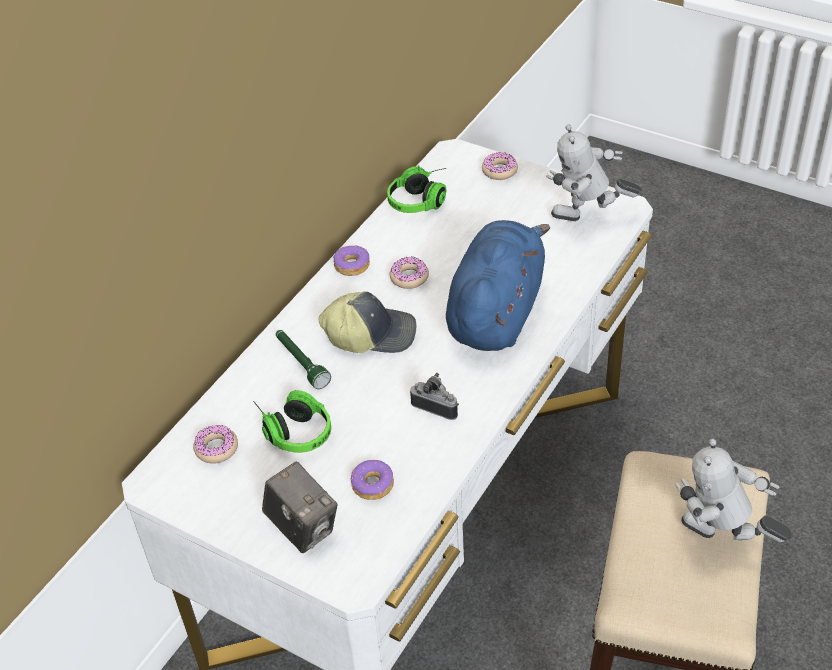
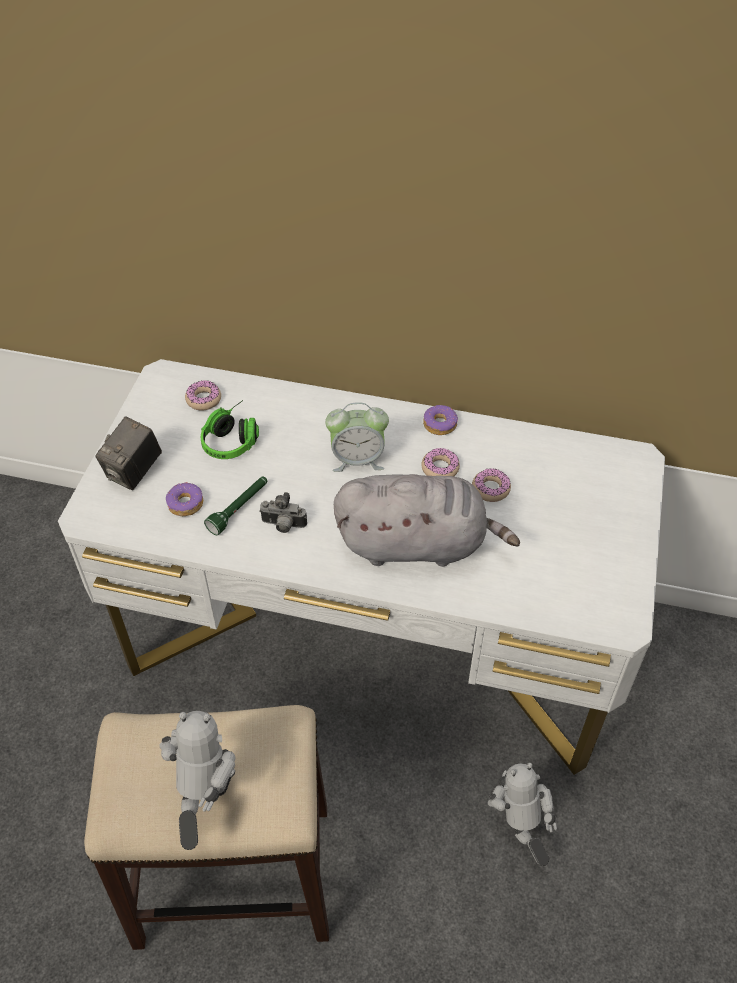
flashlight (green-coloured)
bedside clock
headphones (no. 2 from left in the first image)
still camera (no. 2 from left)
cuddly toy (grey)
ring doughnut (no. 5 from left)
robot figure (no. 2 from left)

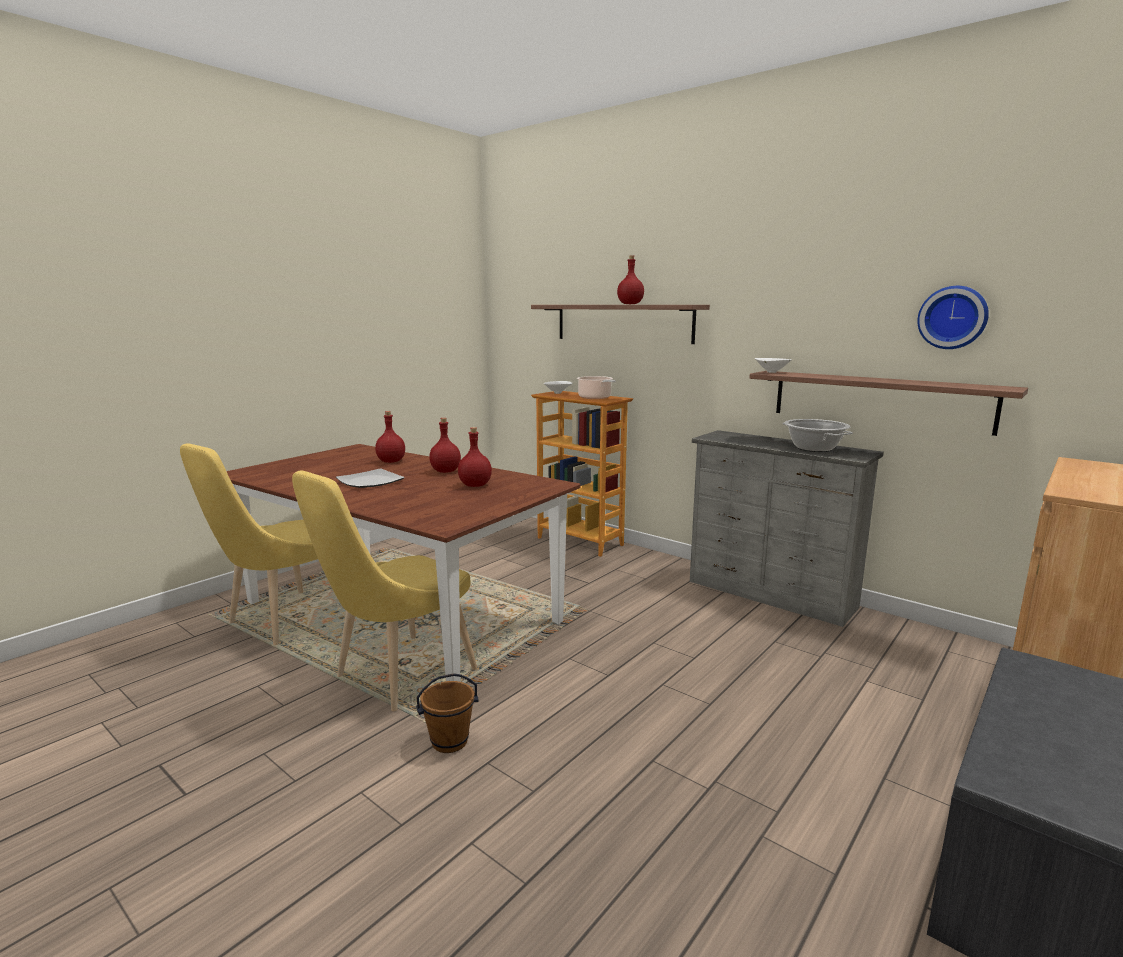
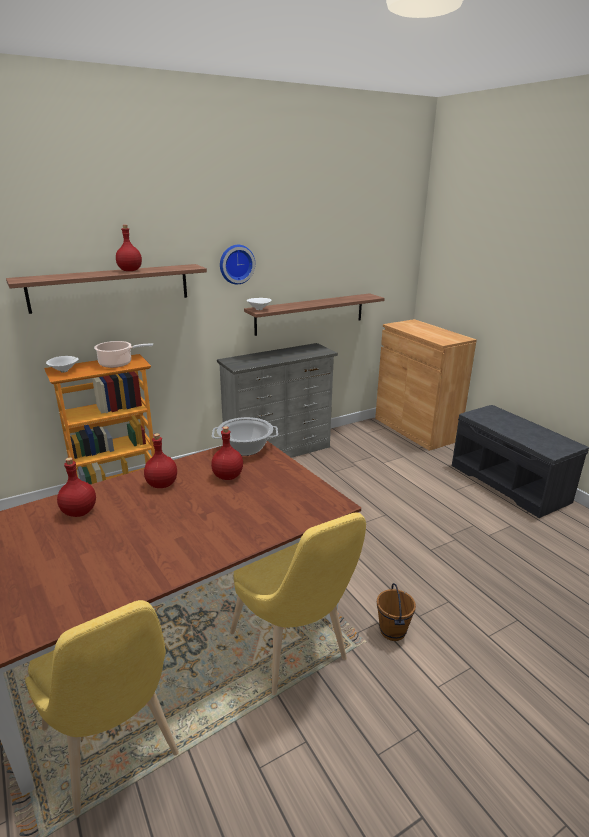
plate
cooking pot (no. 2 from left)
hanging clock

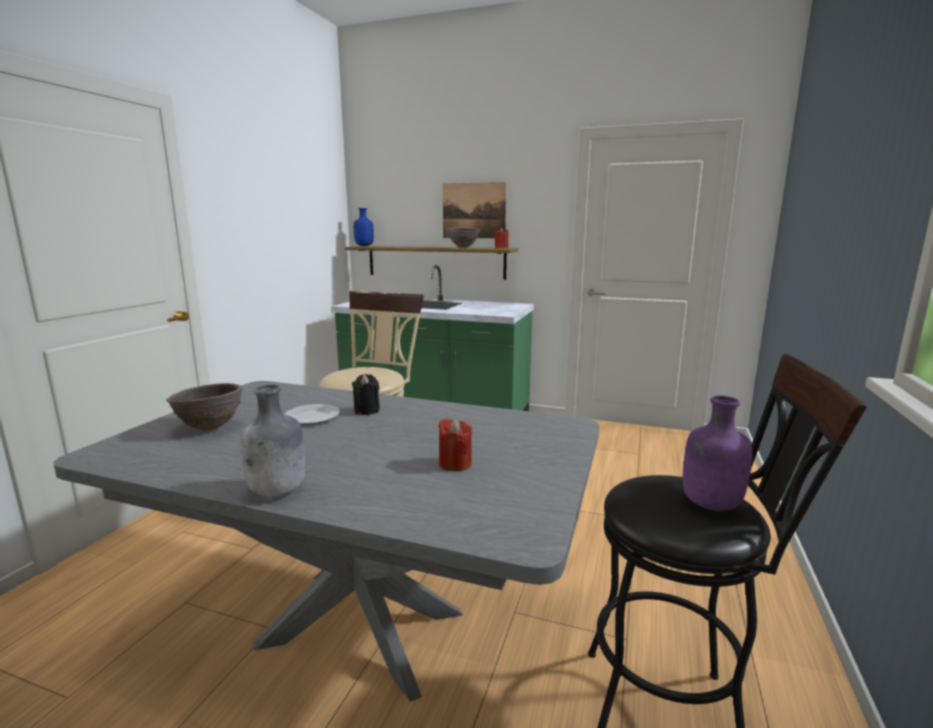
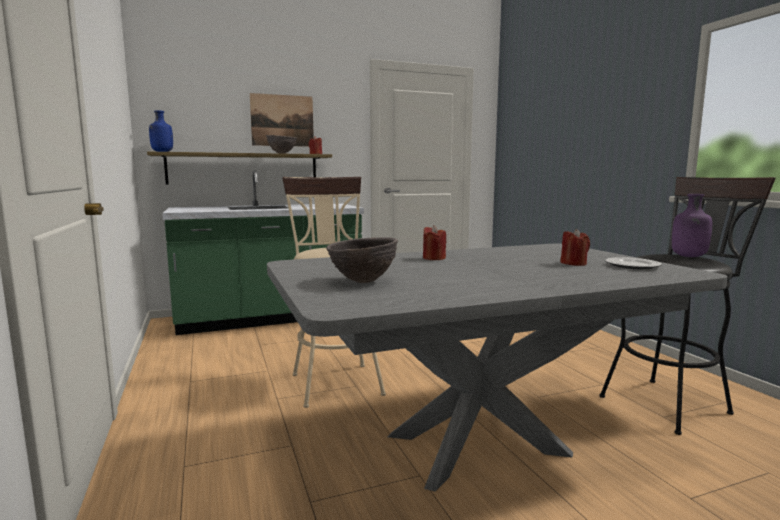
beverage bottle (grey)
plate
wax candle (red) (no. 2 from left)

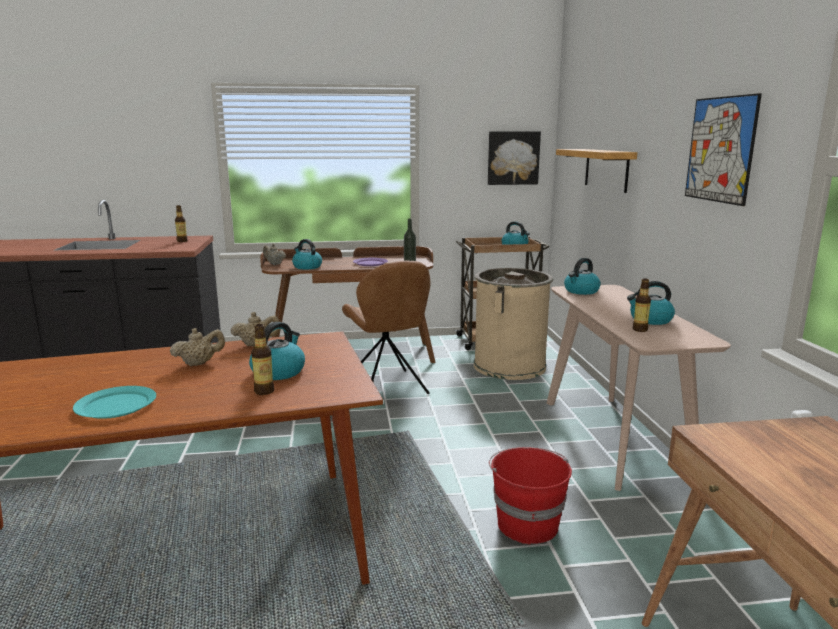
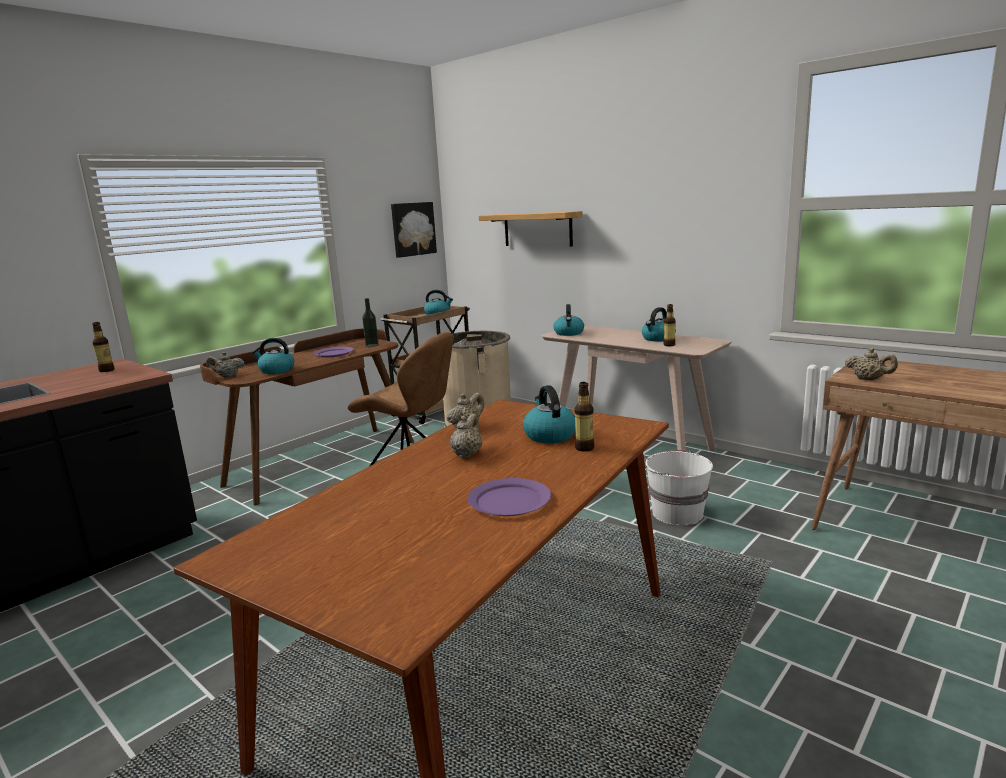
plate (purple) (no. 2 from left)
water bucket (white)
wall picture (no. 2 from left in the first image)
teapot (sand-coloured) (no. 4 from left)

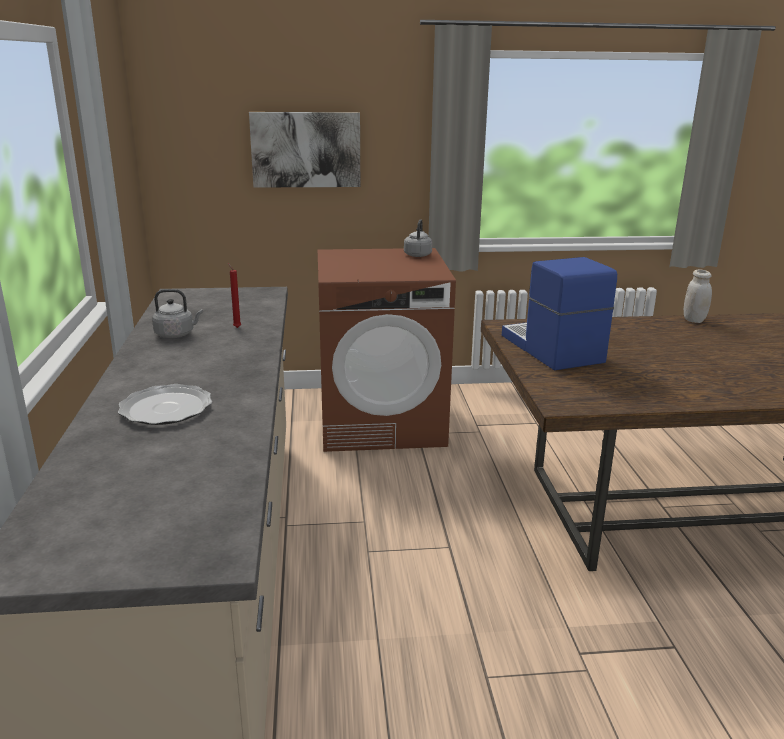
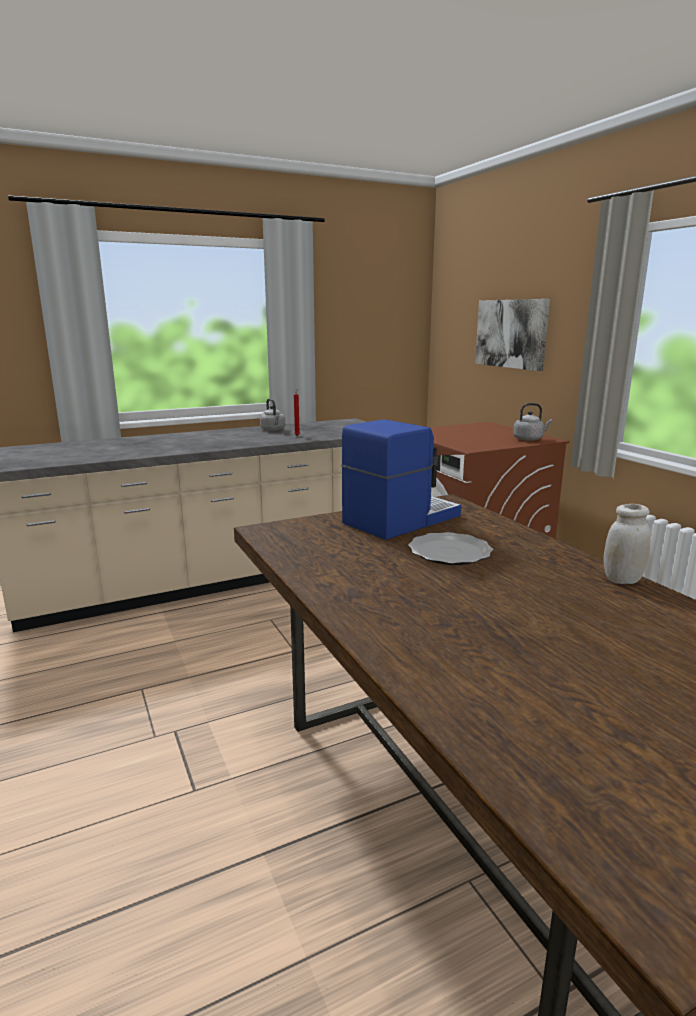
plate

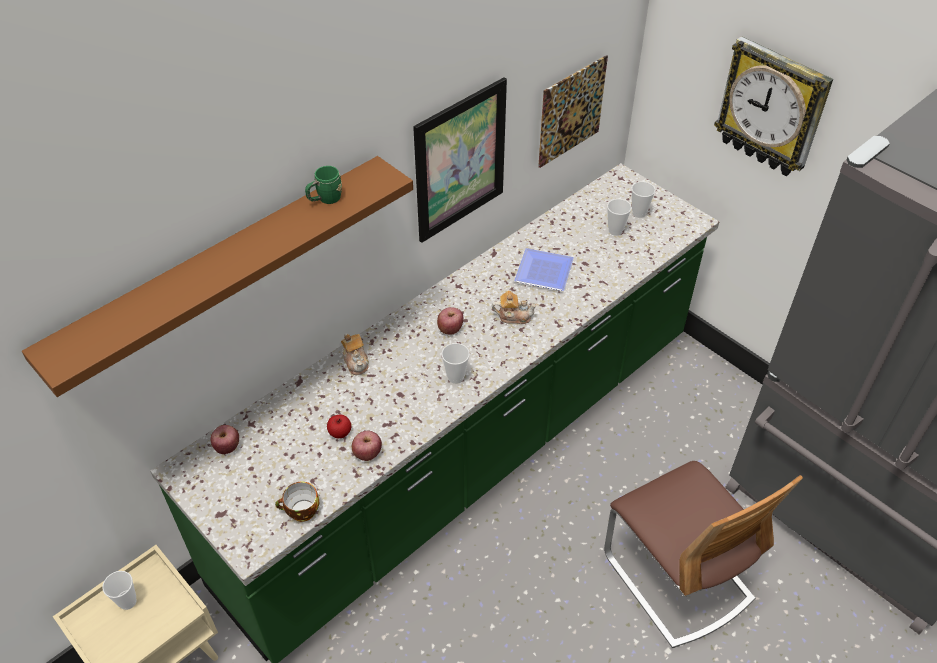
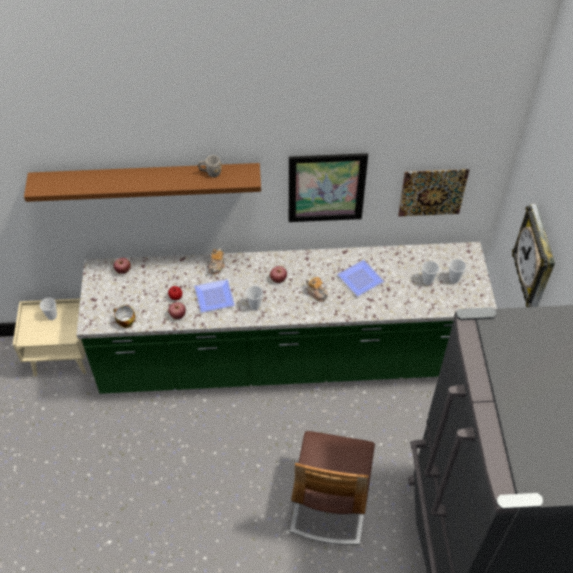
coffee mug (grey)
plate (no. 1 from left)

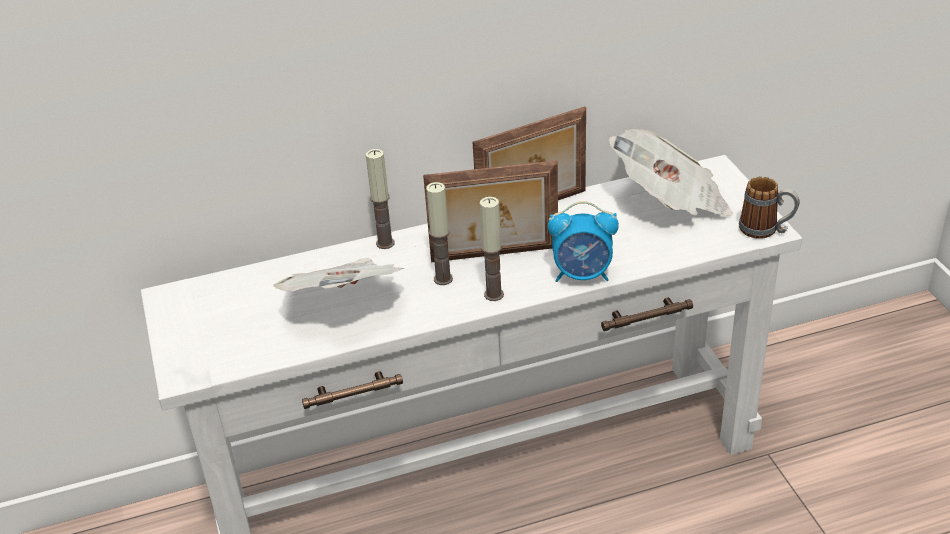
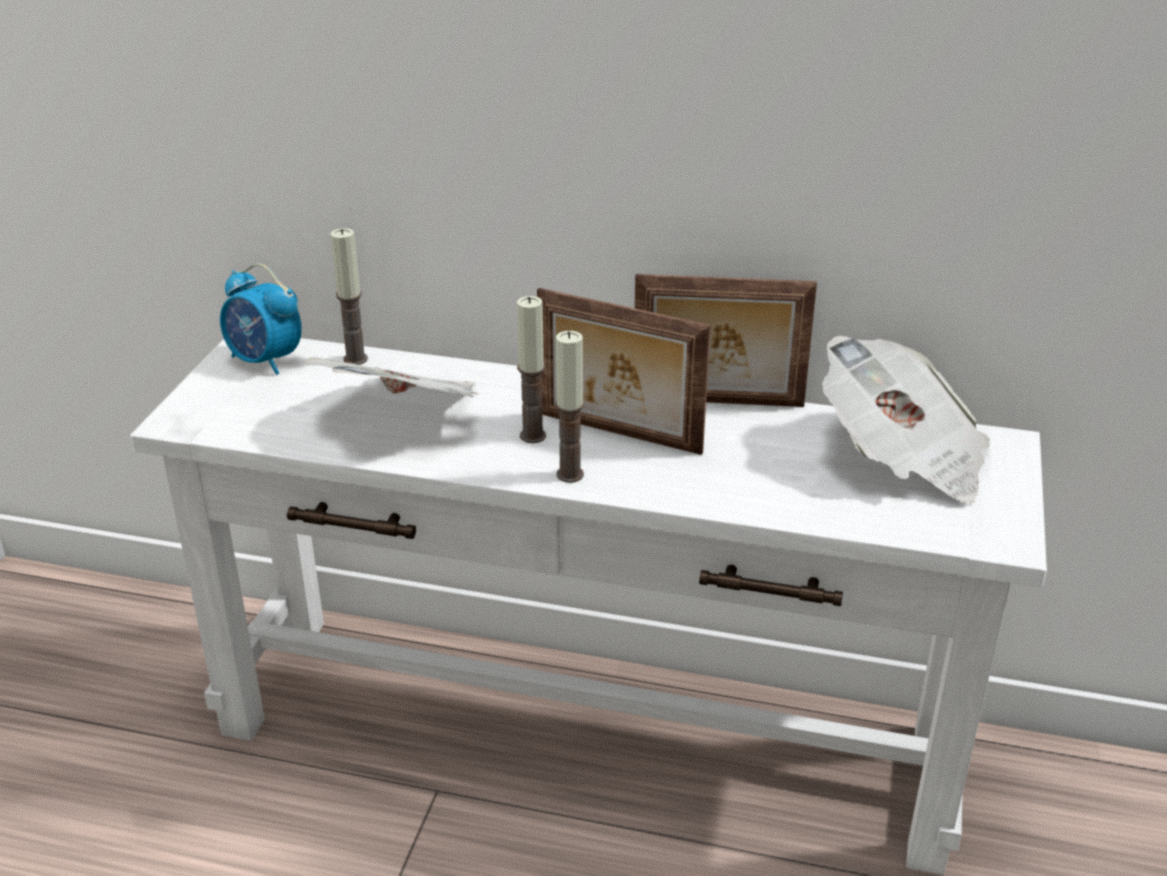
wax candle (no. 1 from left)
bedside clock
coffee mug

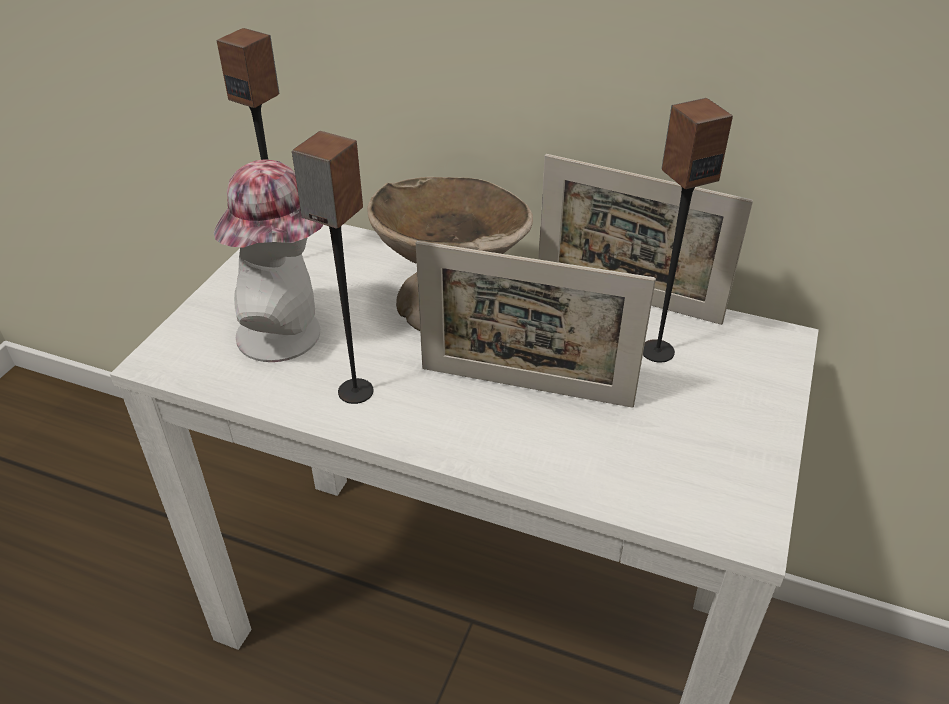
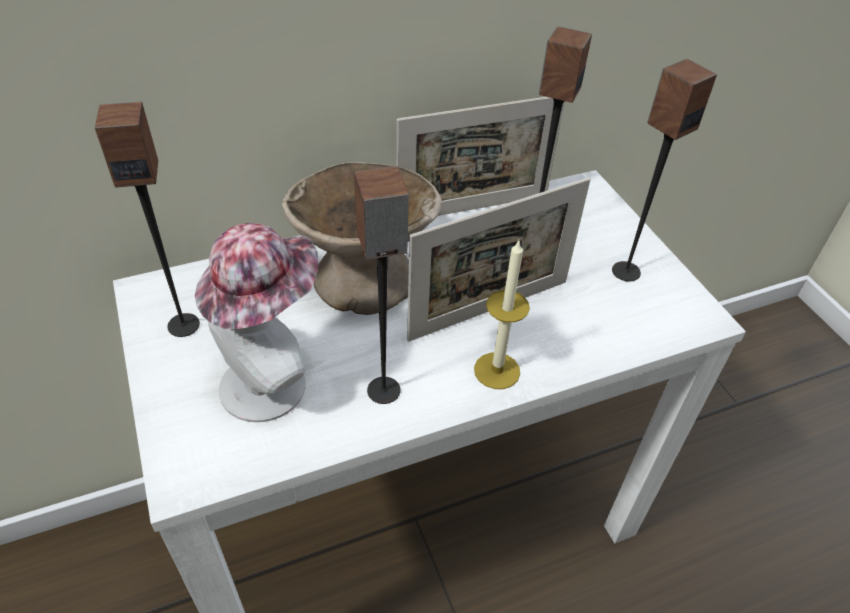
wax candle
audio speaker (no. 4 from left)

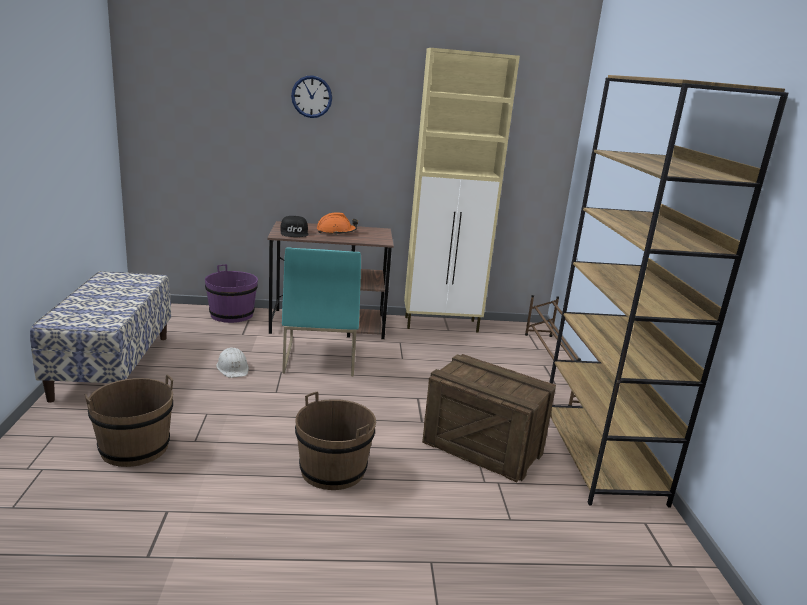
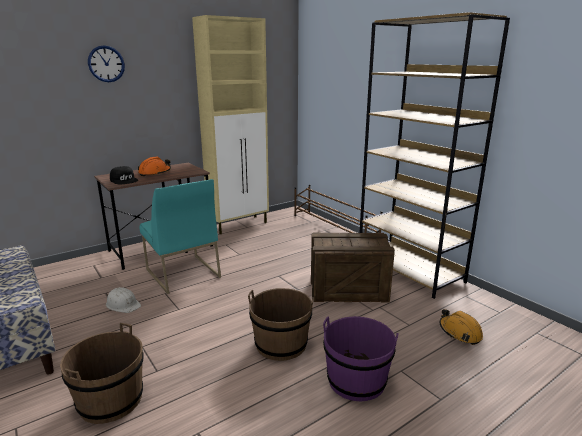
water bucket (purple)
safety helmet (orange-coloured) (no. 2 from left)

